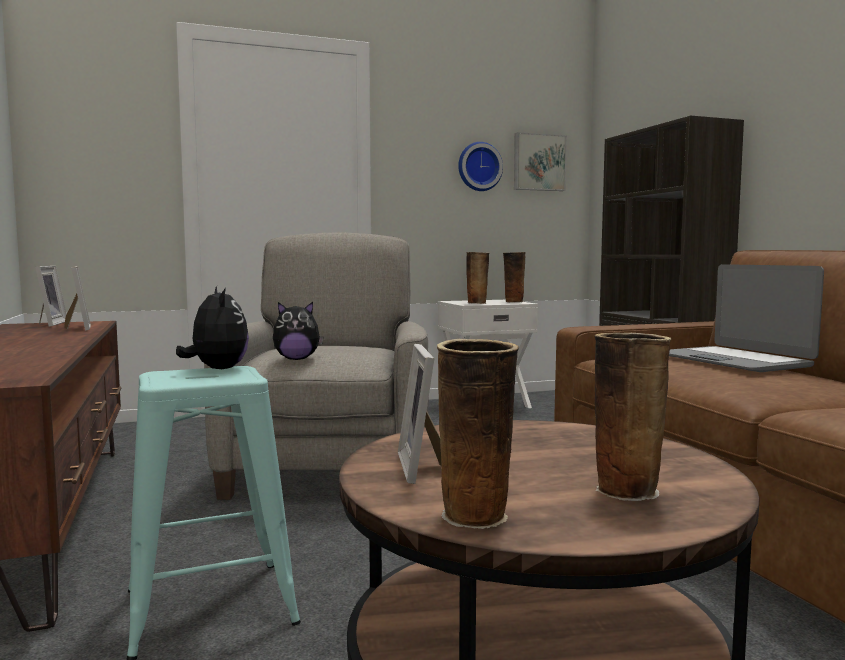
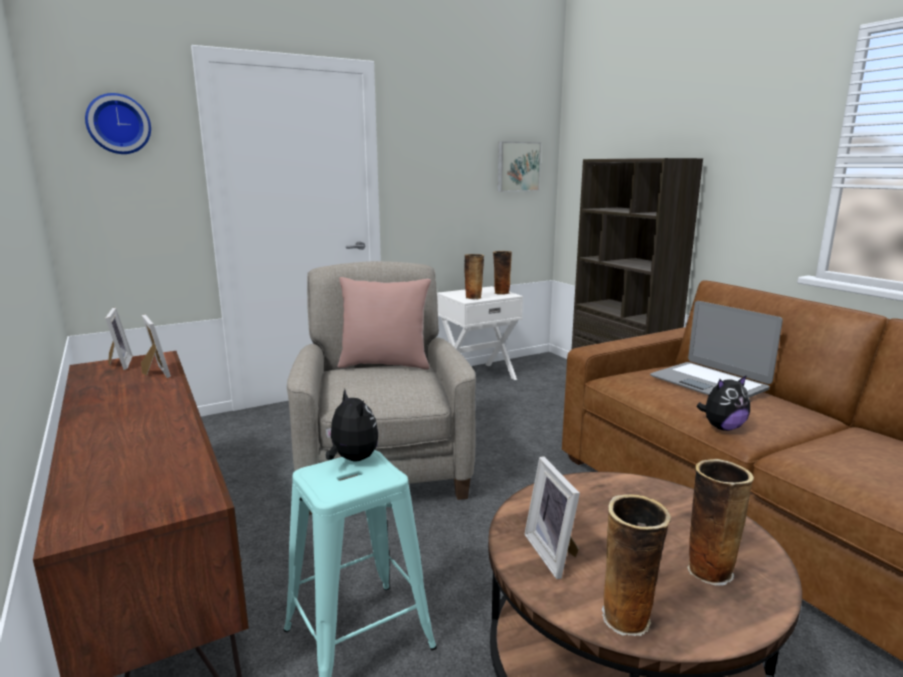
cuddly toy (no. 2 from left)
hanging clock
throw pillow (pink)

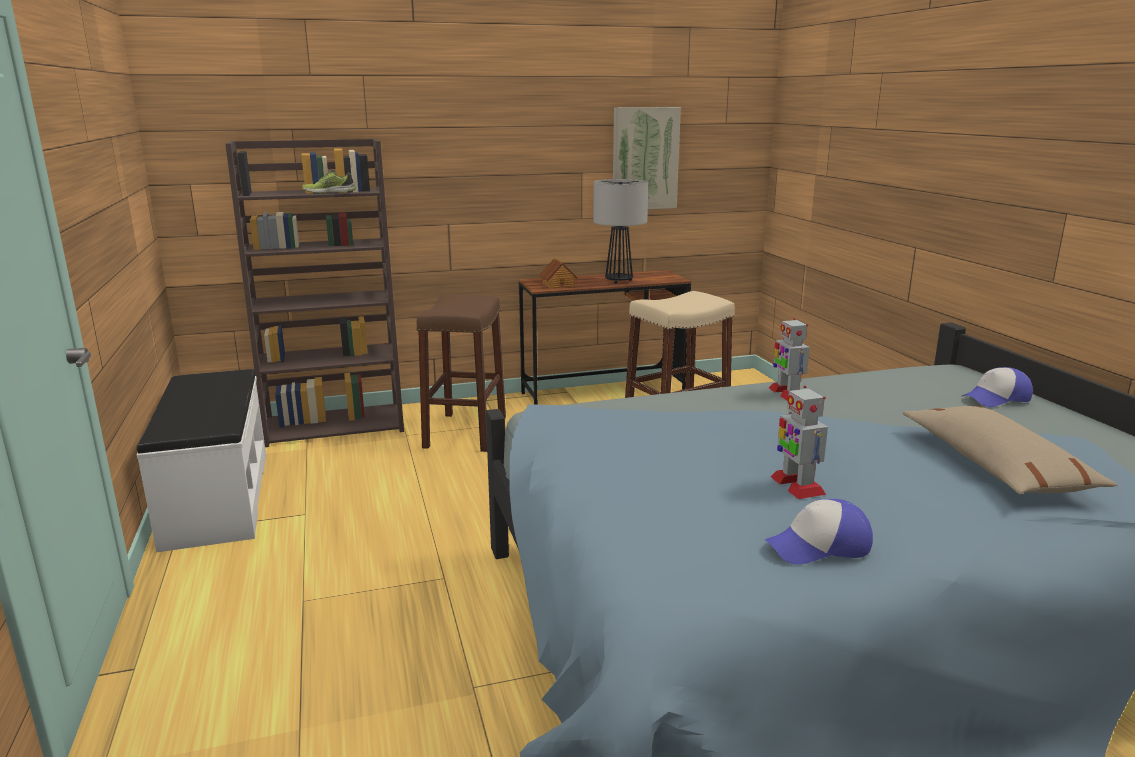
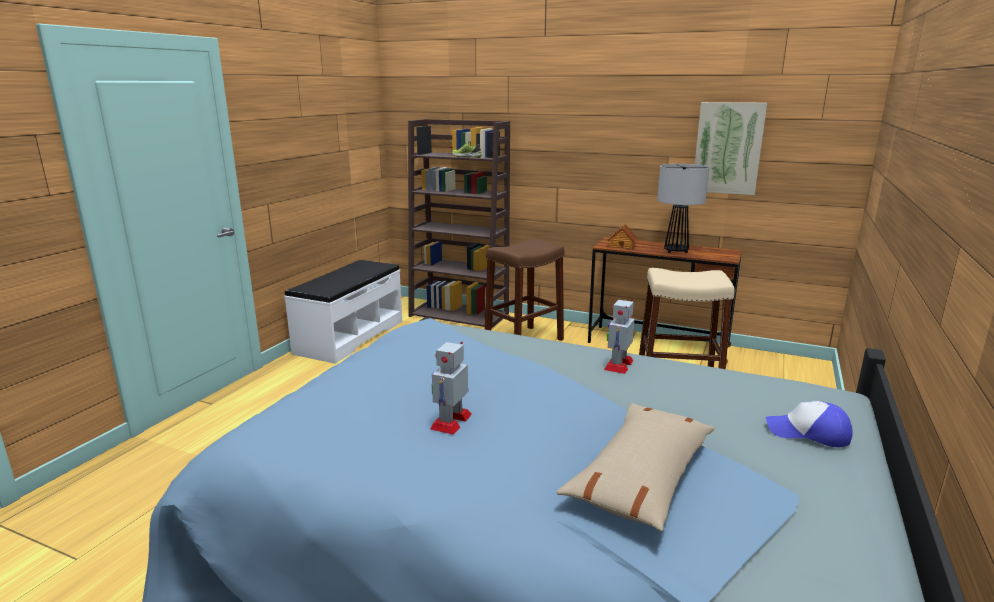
baseball cap (no. 1 from left in the first image)

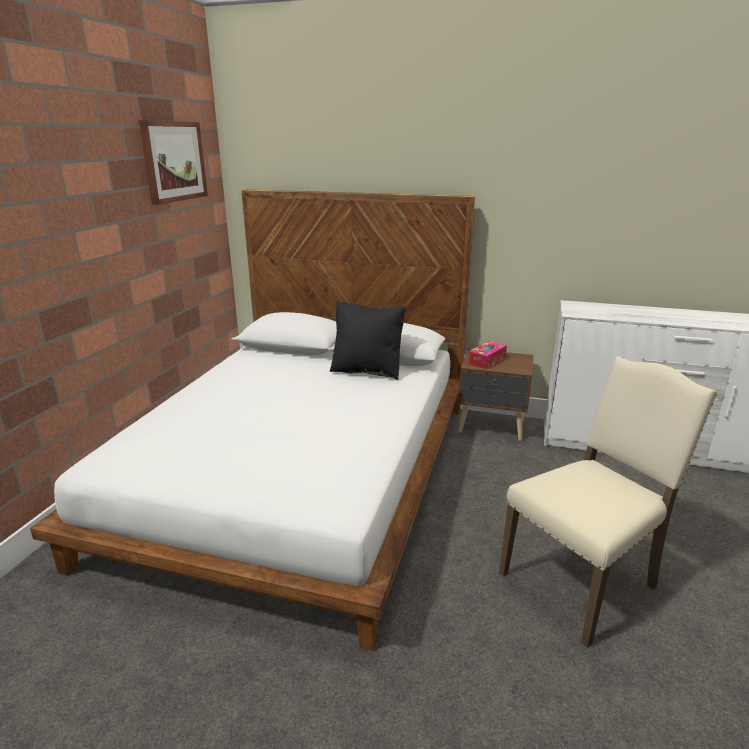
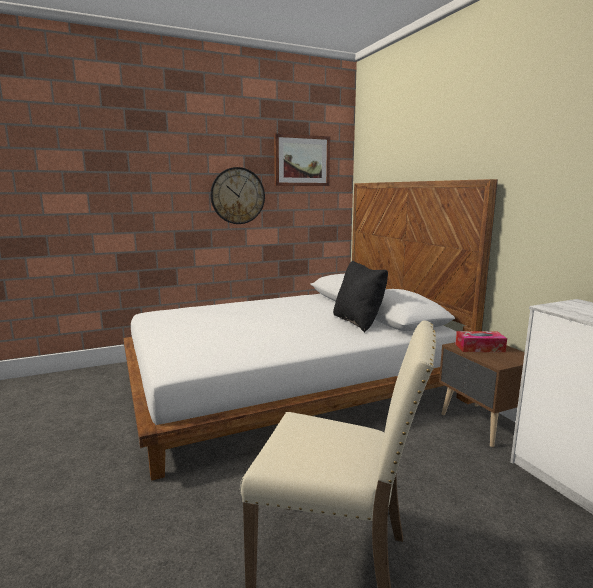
hanging clock

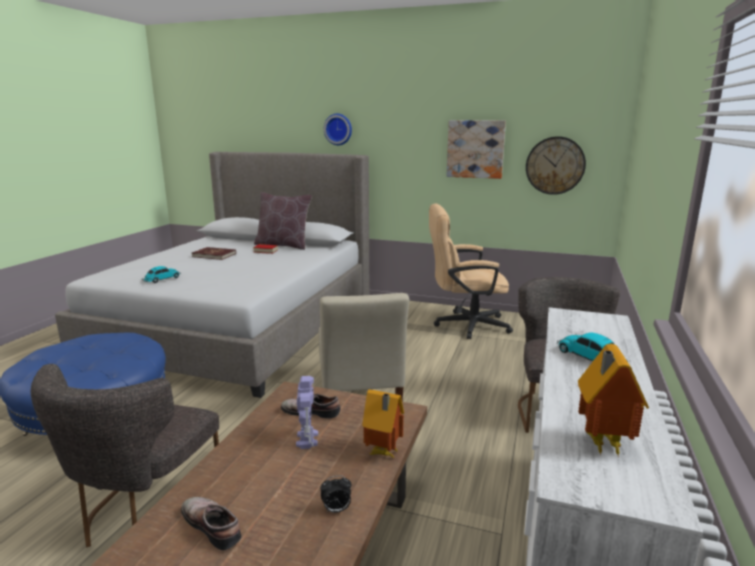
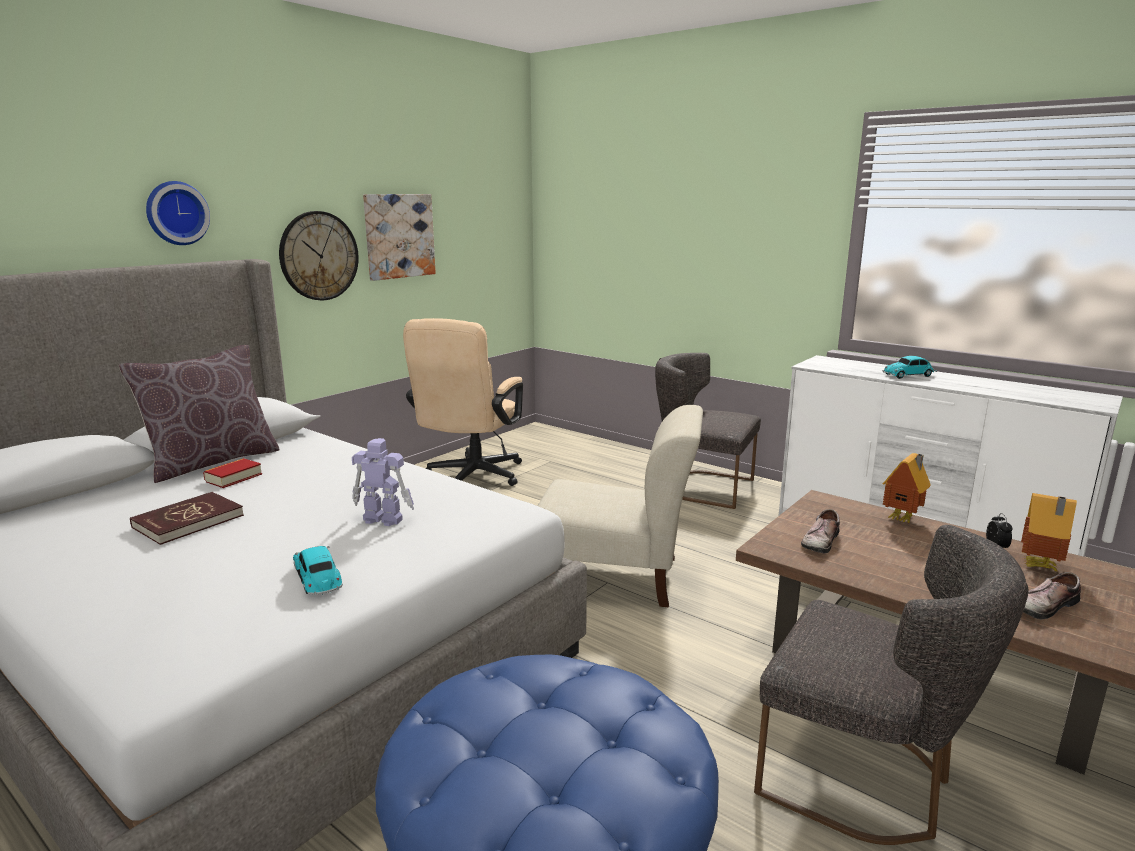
robot figure
hanging clock (no. 2 from left)
toy house (no. 2 from left)

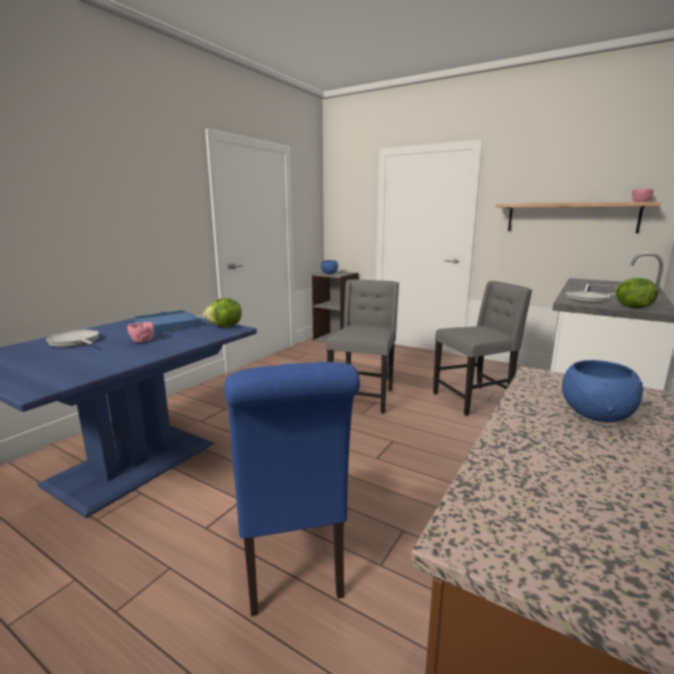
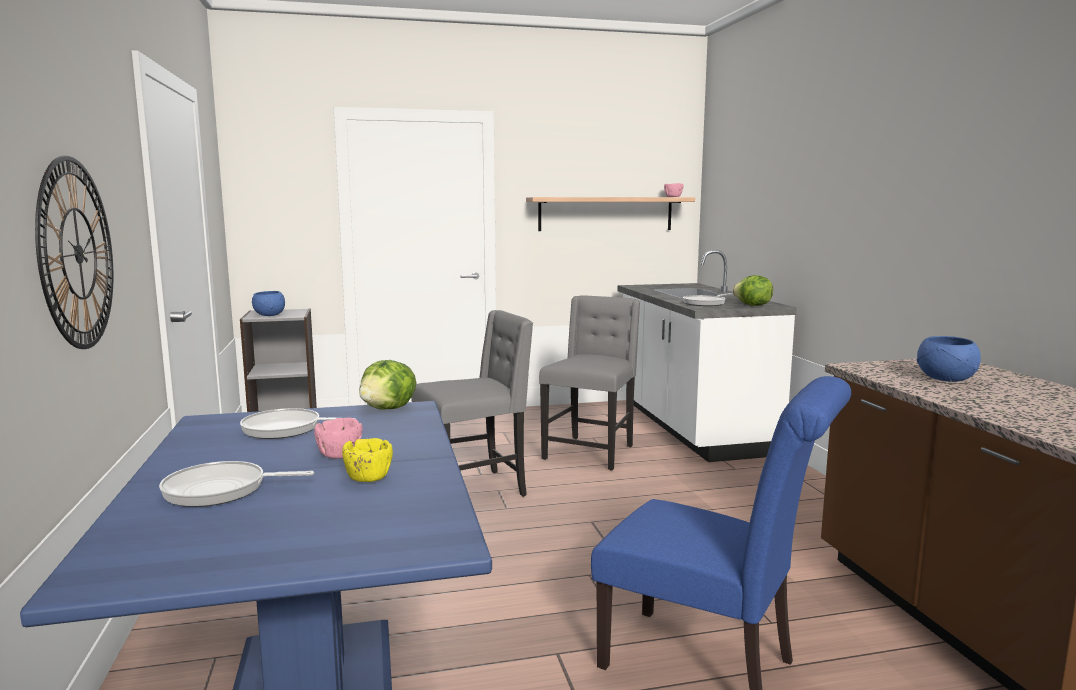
frying pan (no. 2 from left)
upright chair (grey) (no. 1 from left)
hanging clock
deep dish (yellow-coloured)

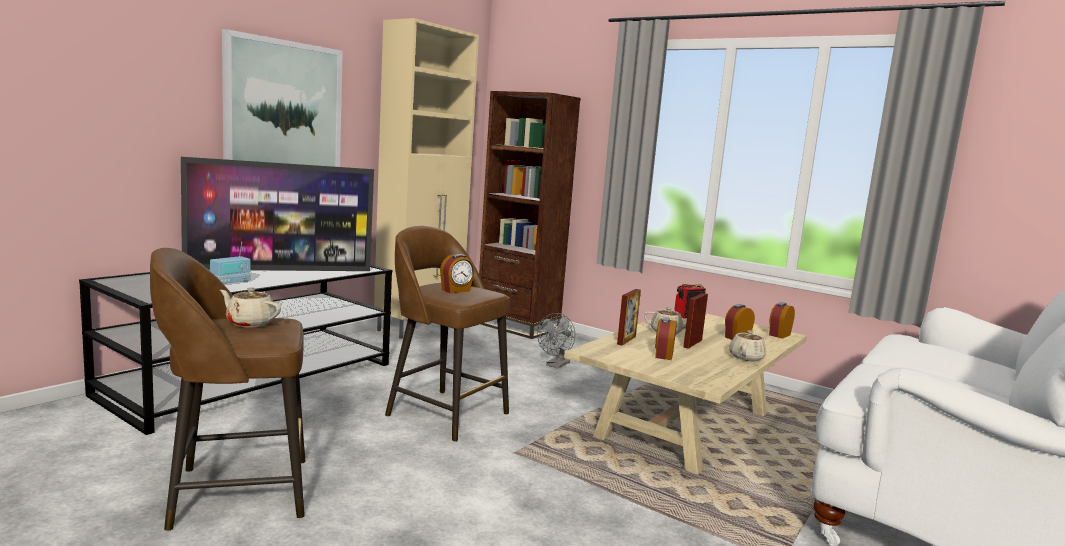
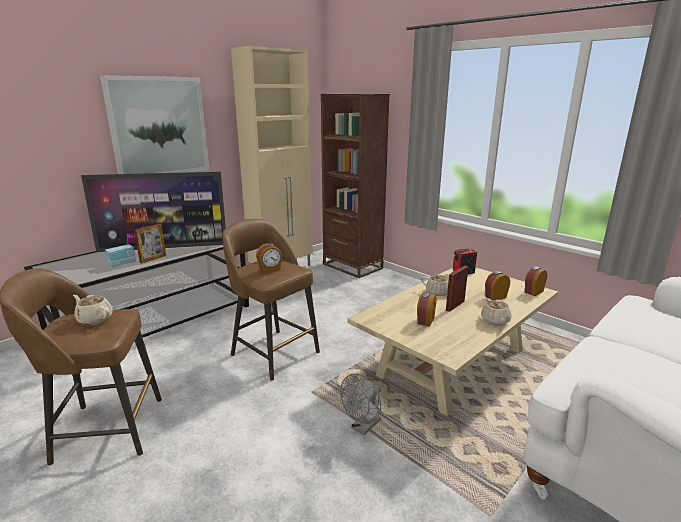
fan (grey)
standing frame (no. 1 from left)
teapot (sand-coloured) (no. 3 from left)

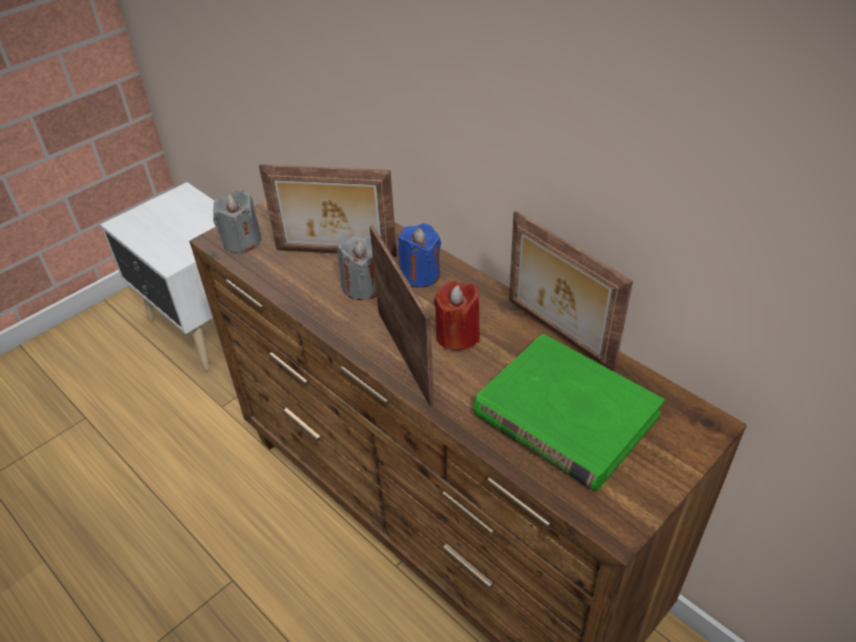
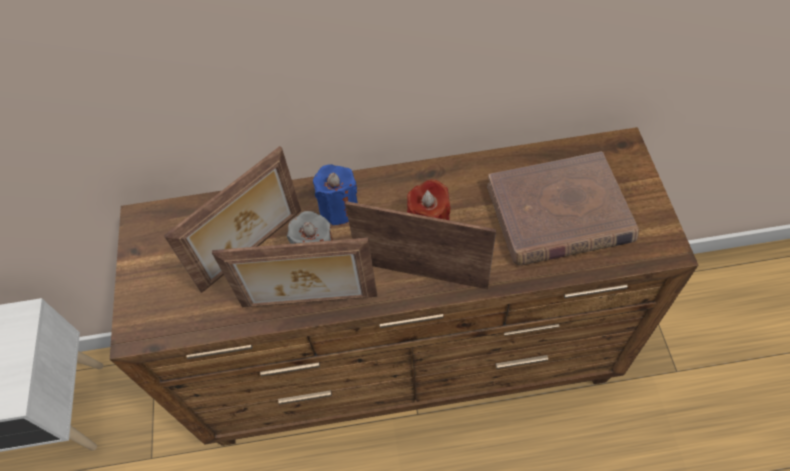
wax candle (grey) (no. 1 from left in the first image)
bound book (brown-coloured)
standing frame (no. 2 from left)

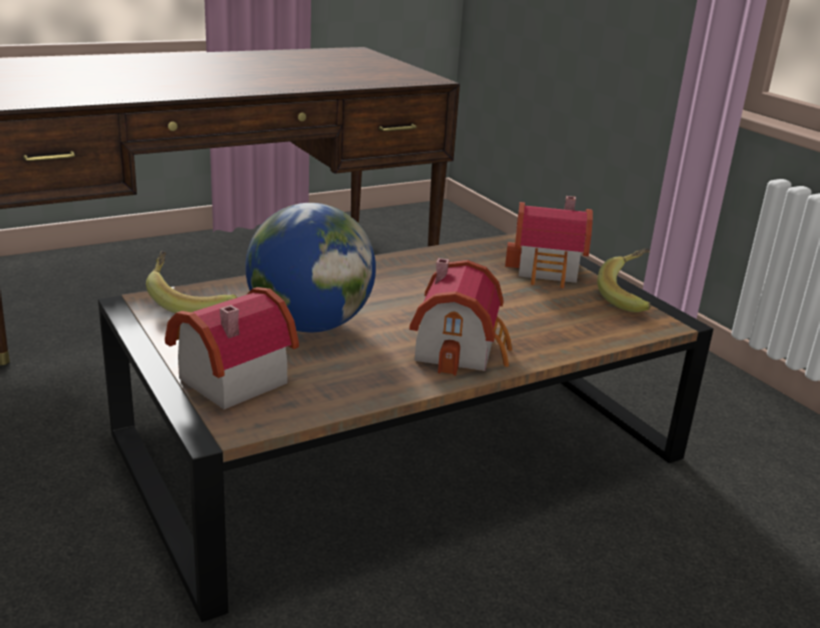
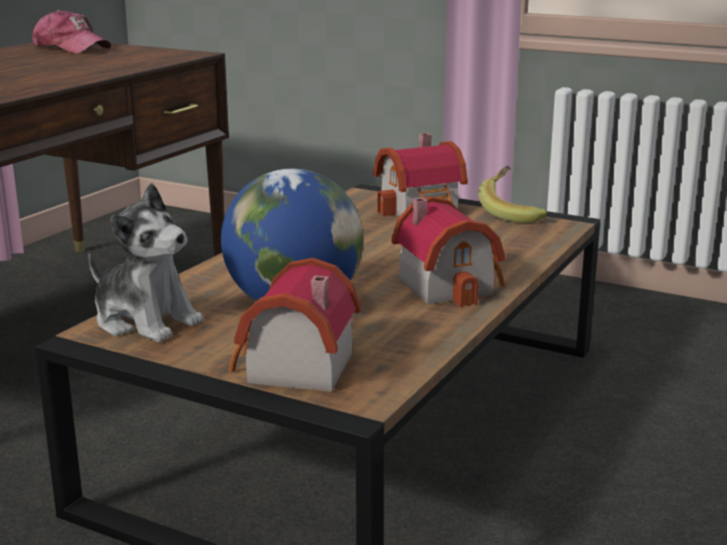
cuddly toy
baseball cap

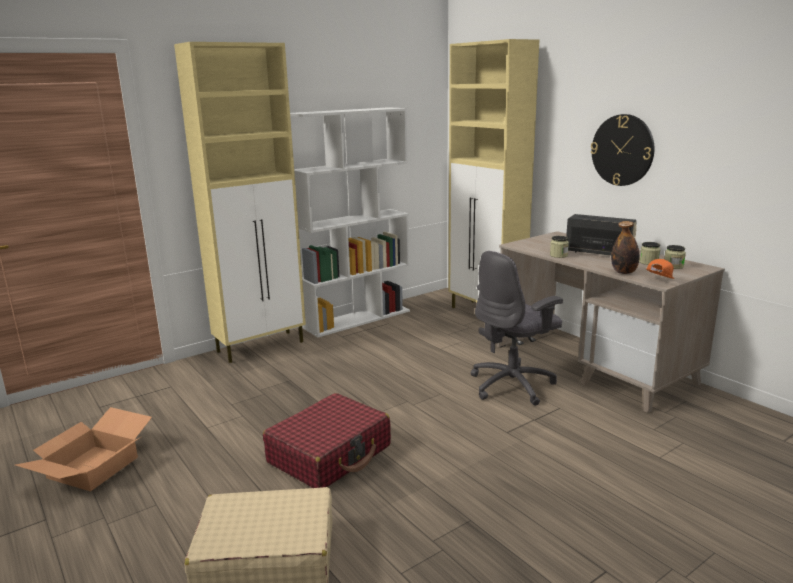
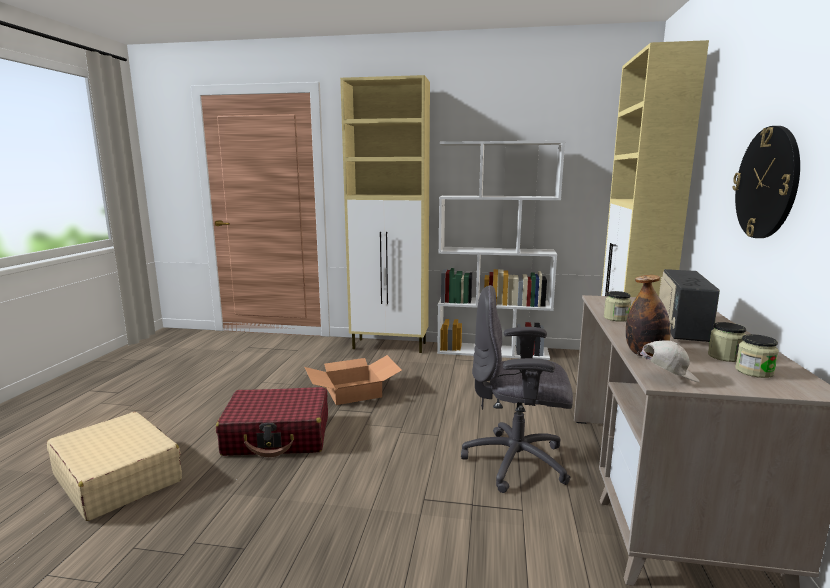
cardboard box
radio receiver
baseball cap (white)

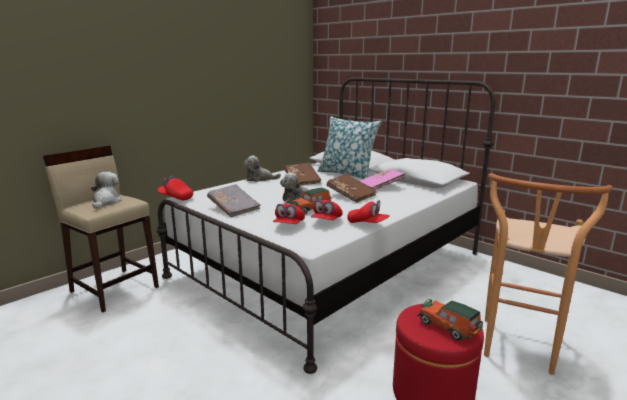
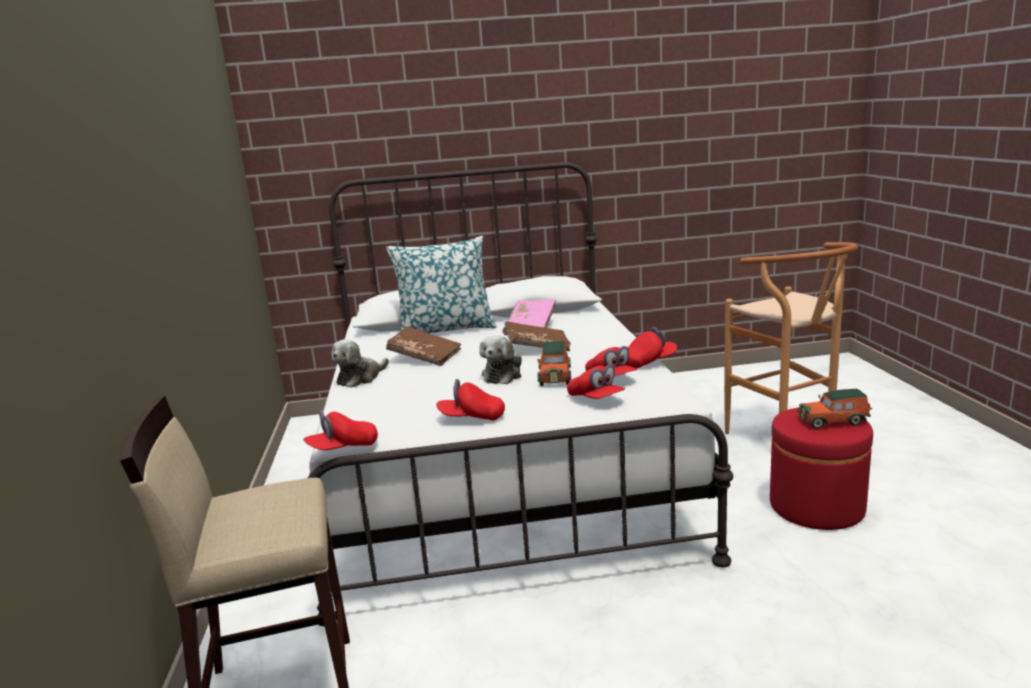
cuddly toy (no. 1 from left in the first image)
baseball cap (red) (no. 2 from left)

